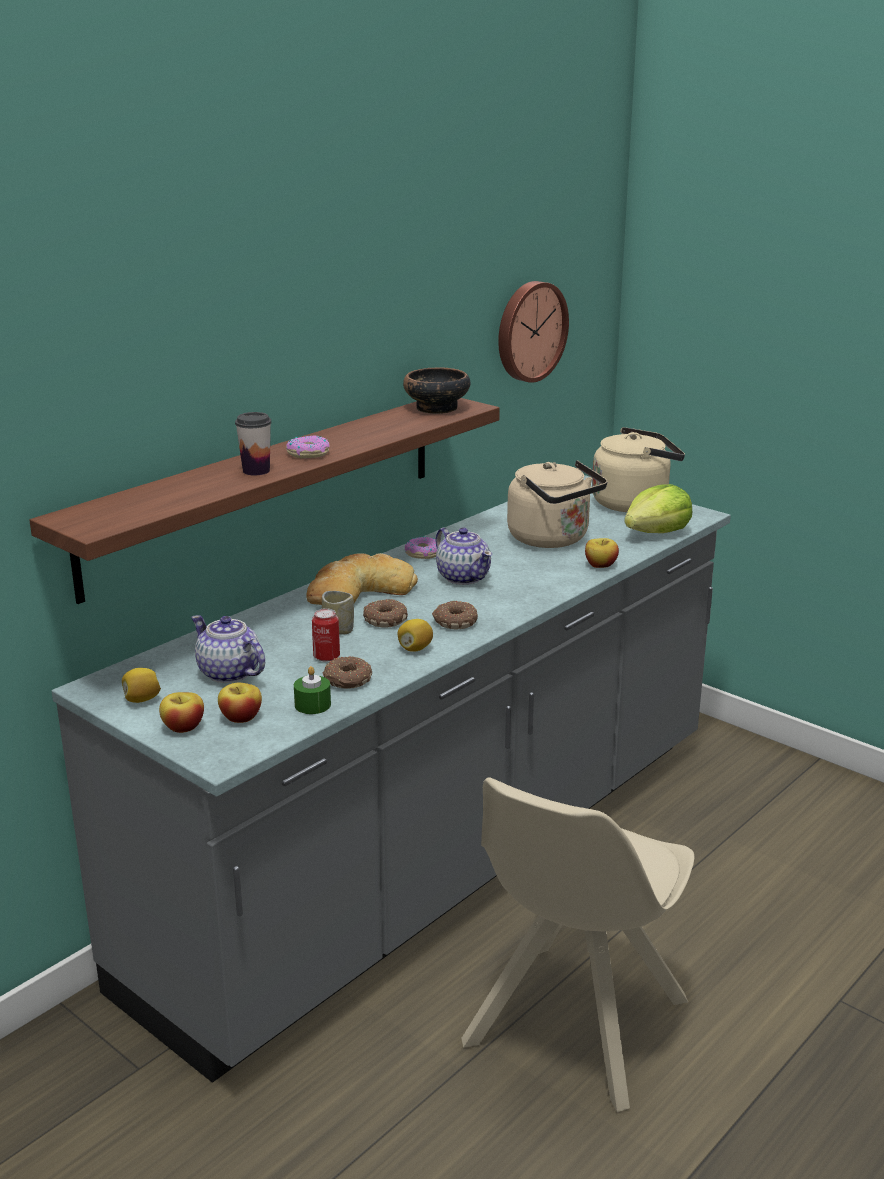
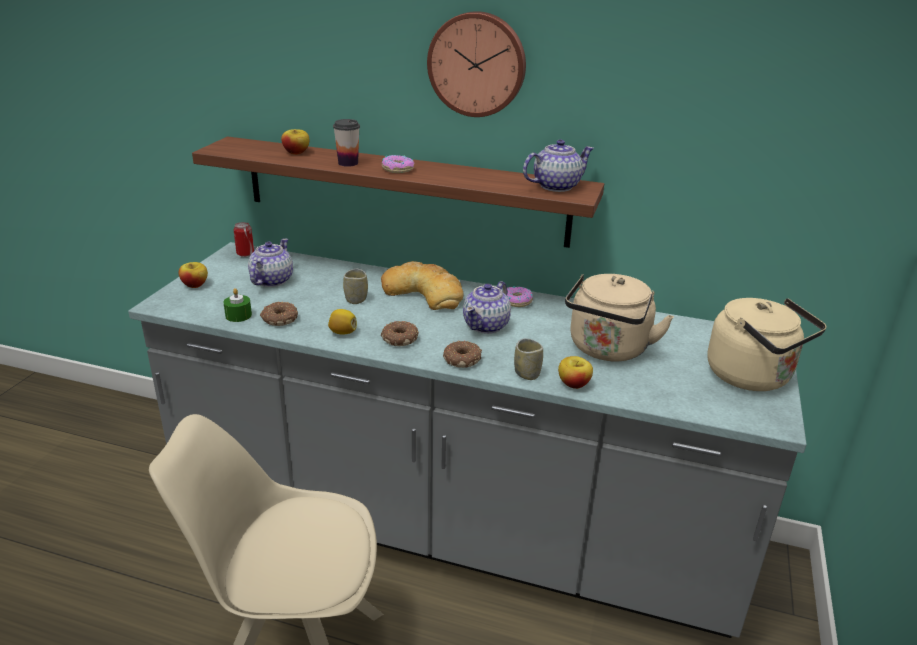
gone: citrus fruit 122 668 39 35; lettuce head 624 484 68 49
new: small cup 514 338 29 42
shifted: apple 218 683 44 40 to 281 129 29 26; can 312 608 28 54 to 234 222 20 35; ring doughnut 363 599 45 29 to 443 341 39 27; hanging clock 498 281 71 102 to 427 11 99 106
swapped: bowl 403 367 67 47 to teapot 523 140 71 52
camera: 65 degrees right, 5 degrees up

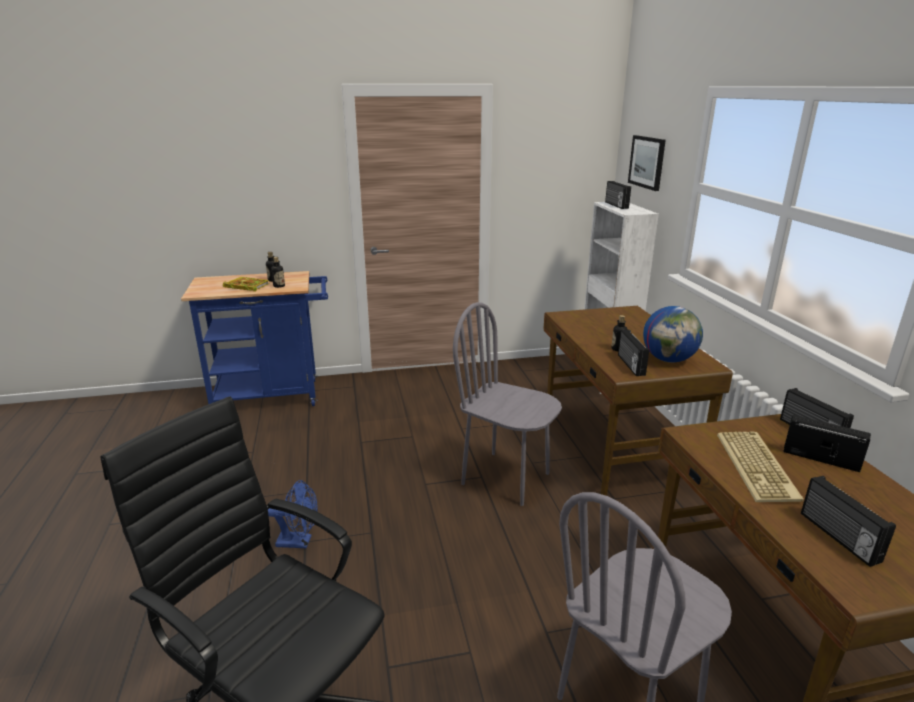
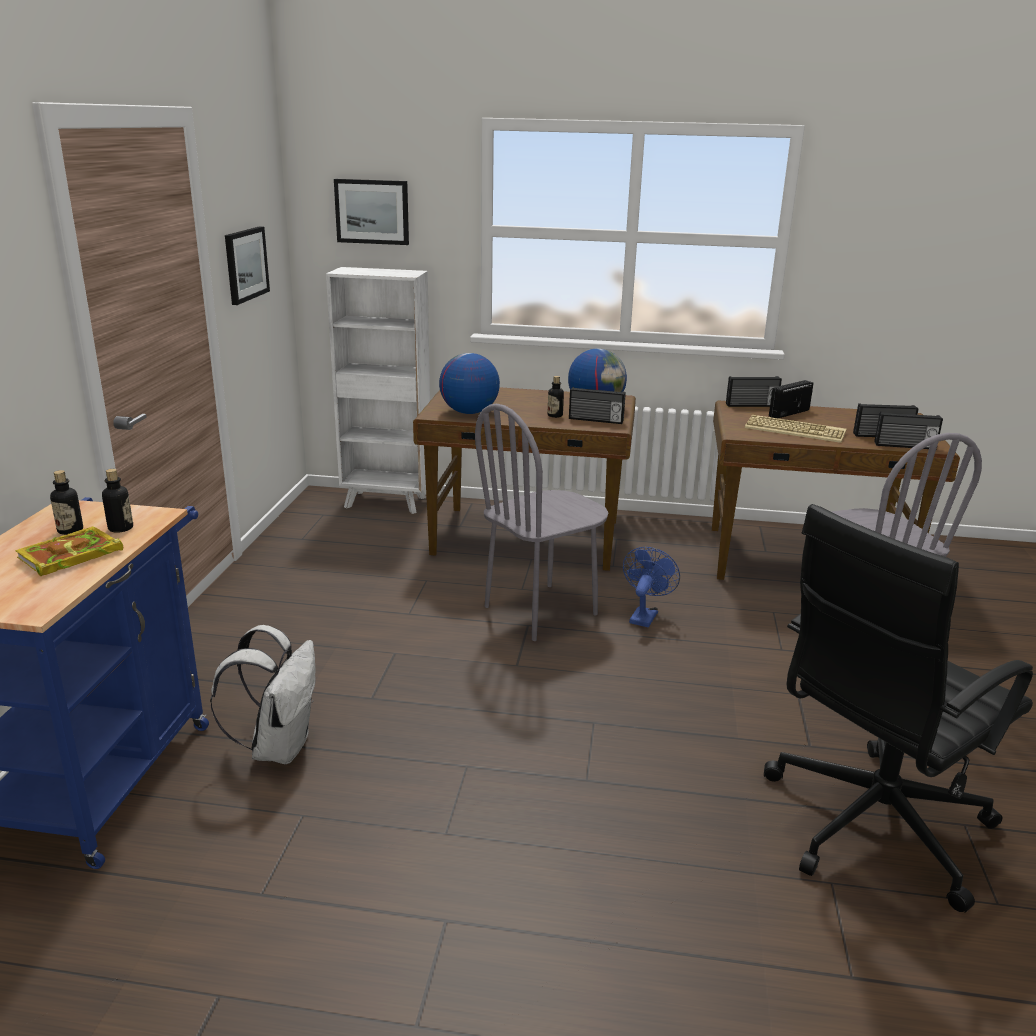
new: white backpack 210 625 105 139; wall art 225 226 45 79; desk globe 439 353 61 61
shifted: blue electric fan 268 480 50 68 to 623 547 57 80; radio receiver 605 181 26 28 to 875 412 68 37
camera: 70 degrees left, 0 degrees up

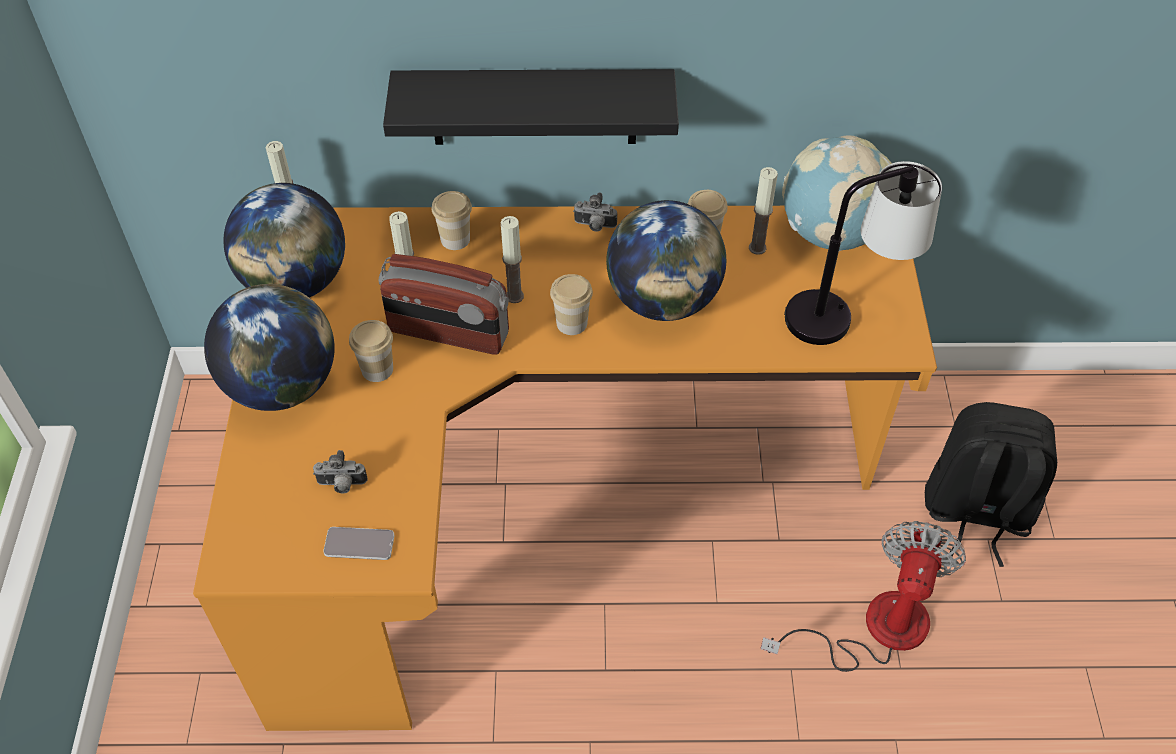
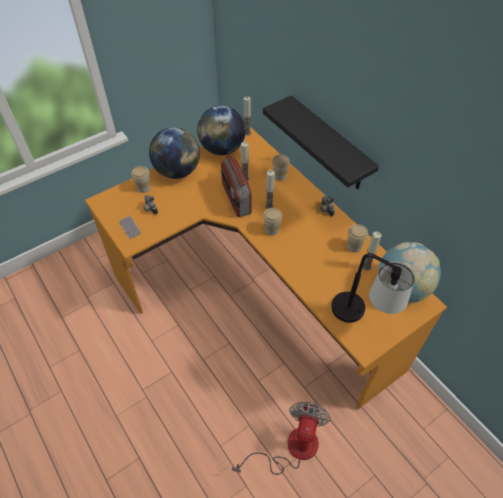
gone: desk globe 606 200 120 121; blackish backpack 925 402 132 165
shifted: small cup 349 320 44 62 to 131 166 19 27
rotated: electric fan 761 521 205 151 = 232 402 99 73 60 degrees counterclockwise
camera: 55 degrees right, 0 degrees up

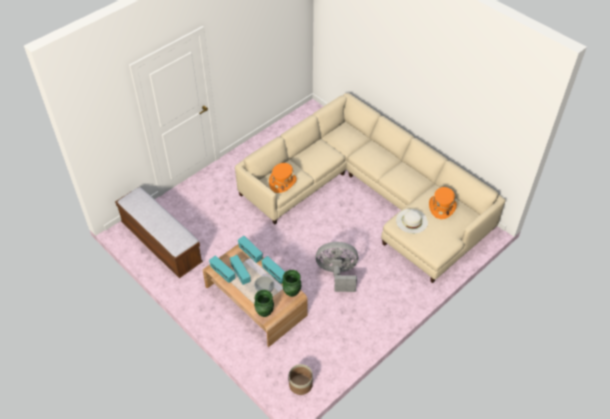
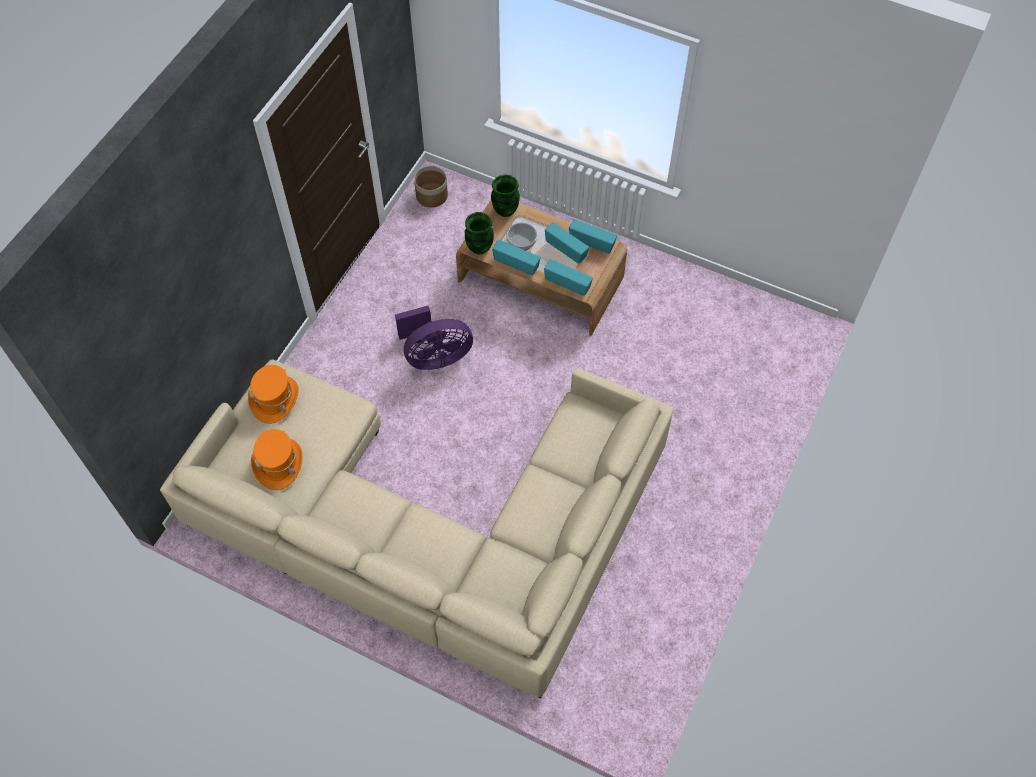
gone: long seat 115 187 88 91; white clothing hat 396 209 32 25
shifted: orange clothing hat 269 163 28 30 to 248 365 51 59
repainted: grey electric fan 316 242 42 50 to purple electric fan 395 306 78 64
camera: 160 degrees right, 10 degrees up

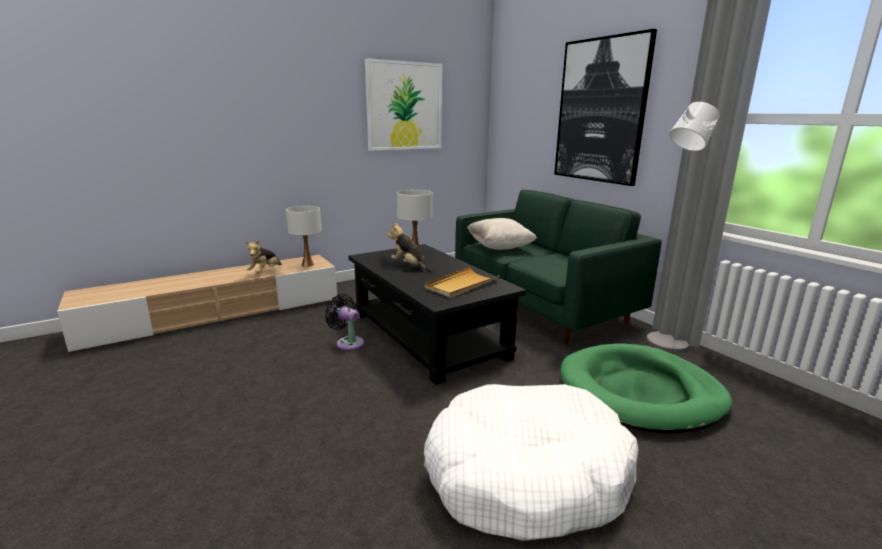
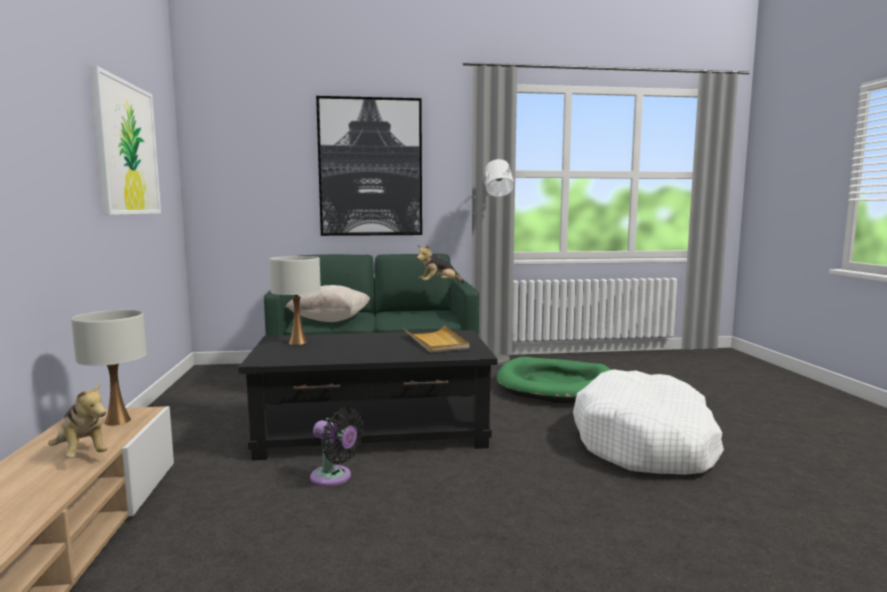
shifted: soft toy 387 223 46 49 to 417 245 48 38
rotated: blackish electric fan 325 294 39 56 = 310 407 54 80 120 degrees counterclockwise
camera: 65 degrees left, 10 degrees down

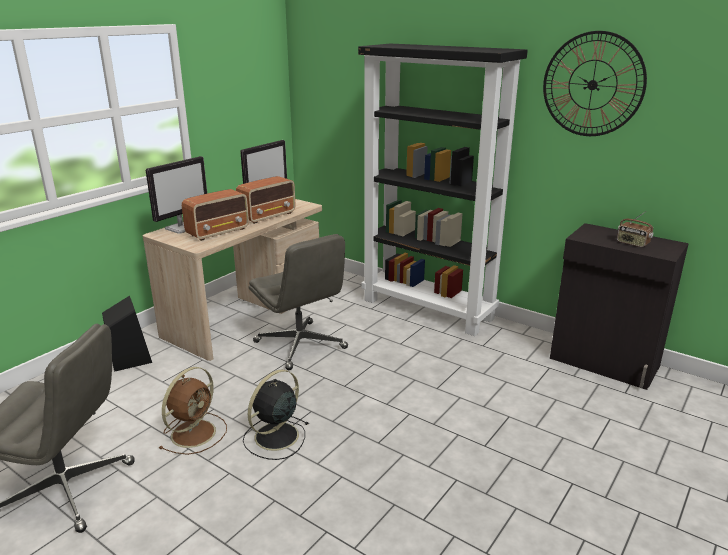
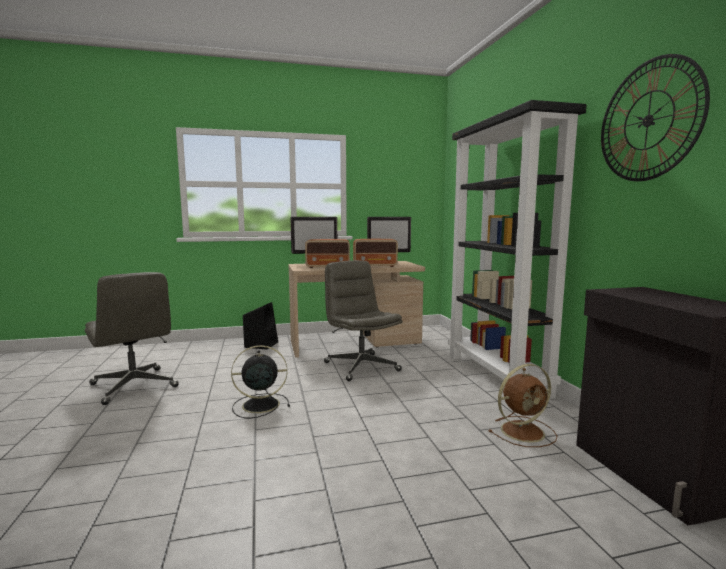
gone: radio receiver 617 211 36 36
shifted: brownish electric fan 158 367 69 88 to 489 364 68 83
rotated: grey desk chair 249 234 99 136 = 324 260 79 121 150 degrees clockwise
camera: 40 degrees right, 15 degrees down

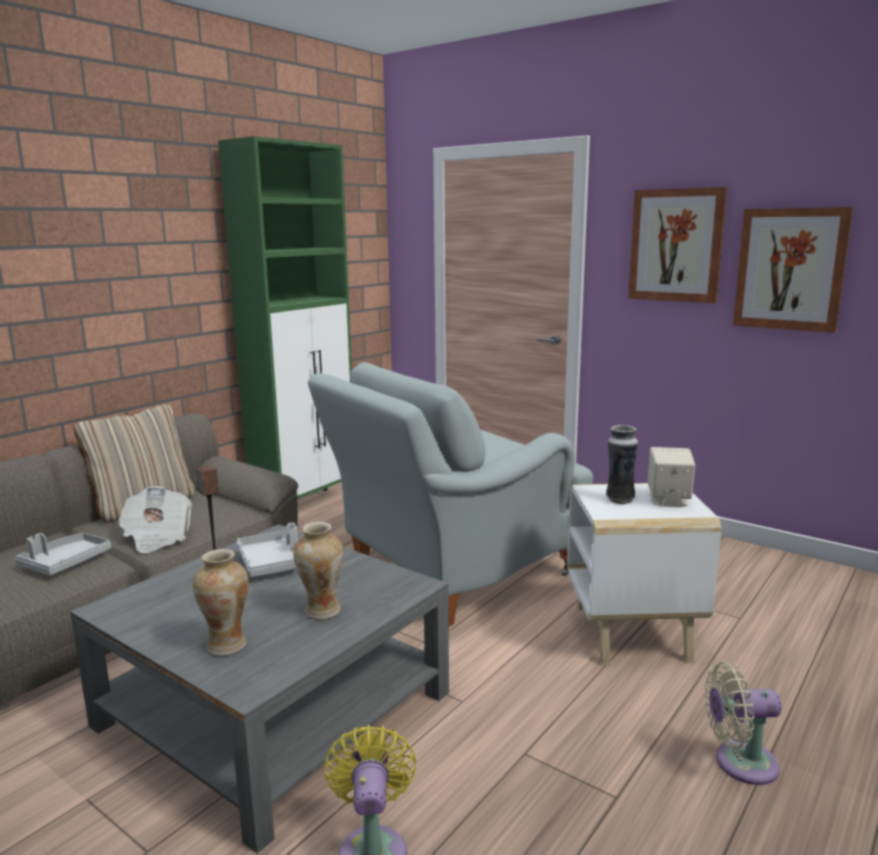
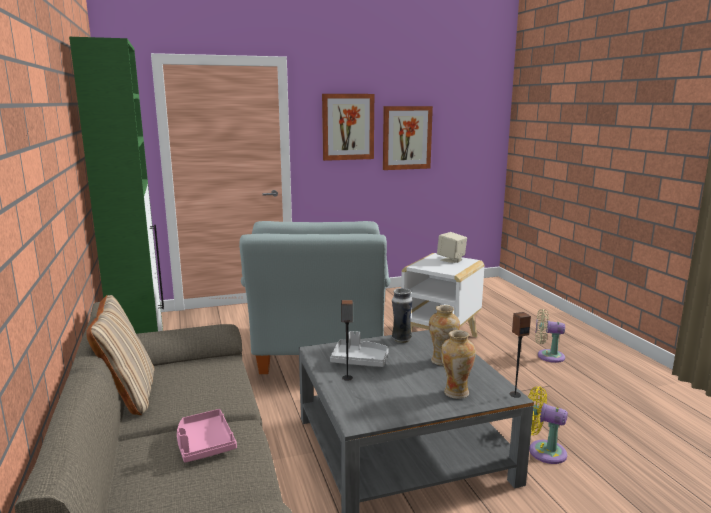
gone: newspaper 118 486 74 67
new: speaker 510 312 21 86
shifted: decorative vase 606 425 32 79 to 392 288 20 55
repainted: grey serving tray 15 533 96 42 to pink-coloured serving tray 177 409 60 54
rotated: beige electric fan 704 662 78 123 = 535 309 30 54 75 degrees clockwise
camera: 55 degrees left, 0 degrees up

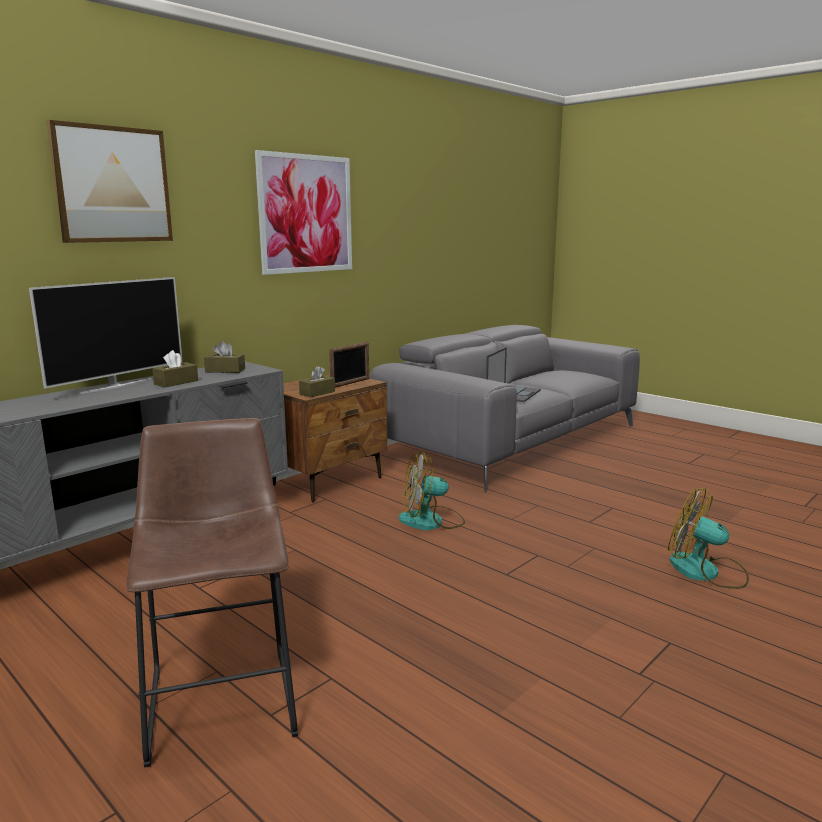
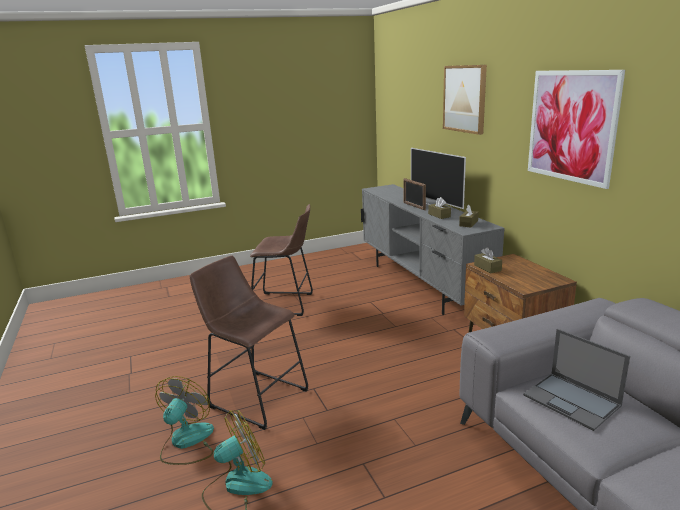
new: brownish stool seat 189 256 119 174
shifted: photo frame 329 342 40 46 to 403 178 23 32; electric fan 399 451 66 79 to 155 376 59 89
camera: 115 degrees right, 5 degrees up

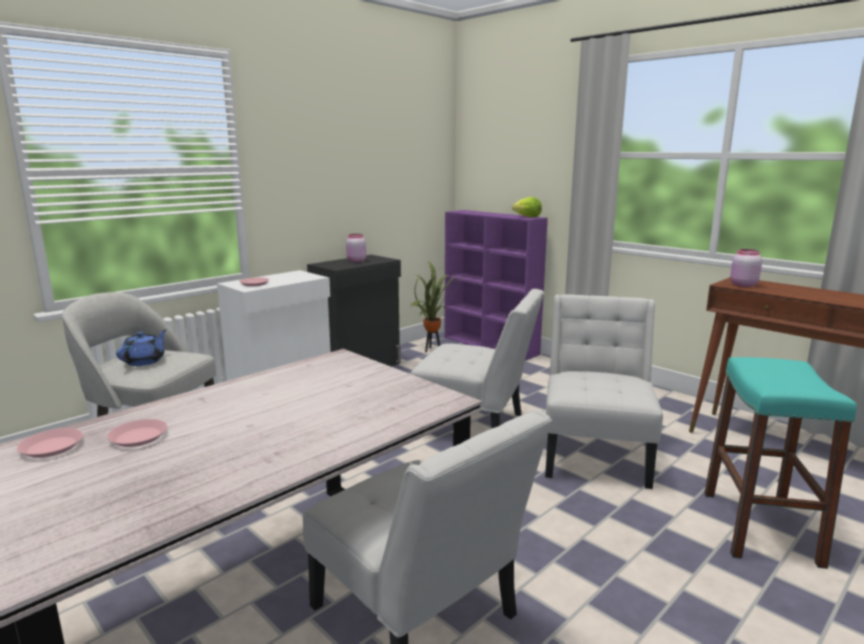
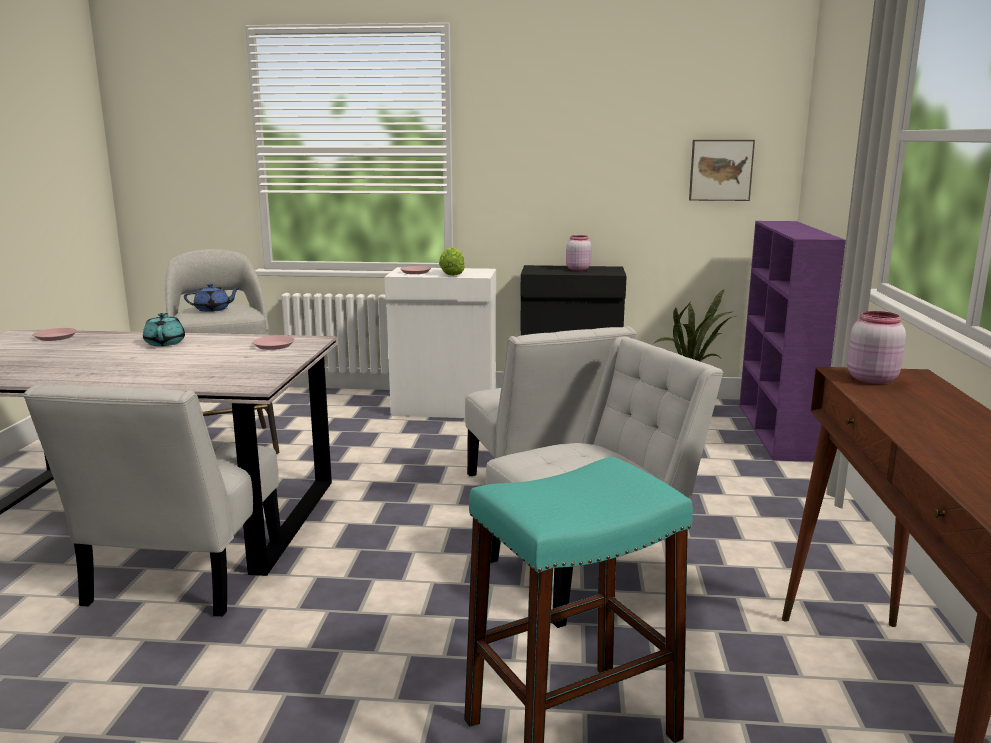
new: turquoise-coloured teapot 143 313 42 33; wall art 689 140 66 61
shifted: pink-coloured flat dish 107 419 60 28 to 252 336 43 14; lettuce head 512 197 30 20 to 439 247 26 29
camera: 50 degrees right, 0 degrees up

